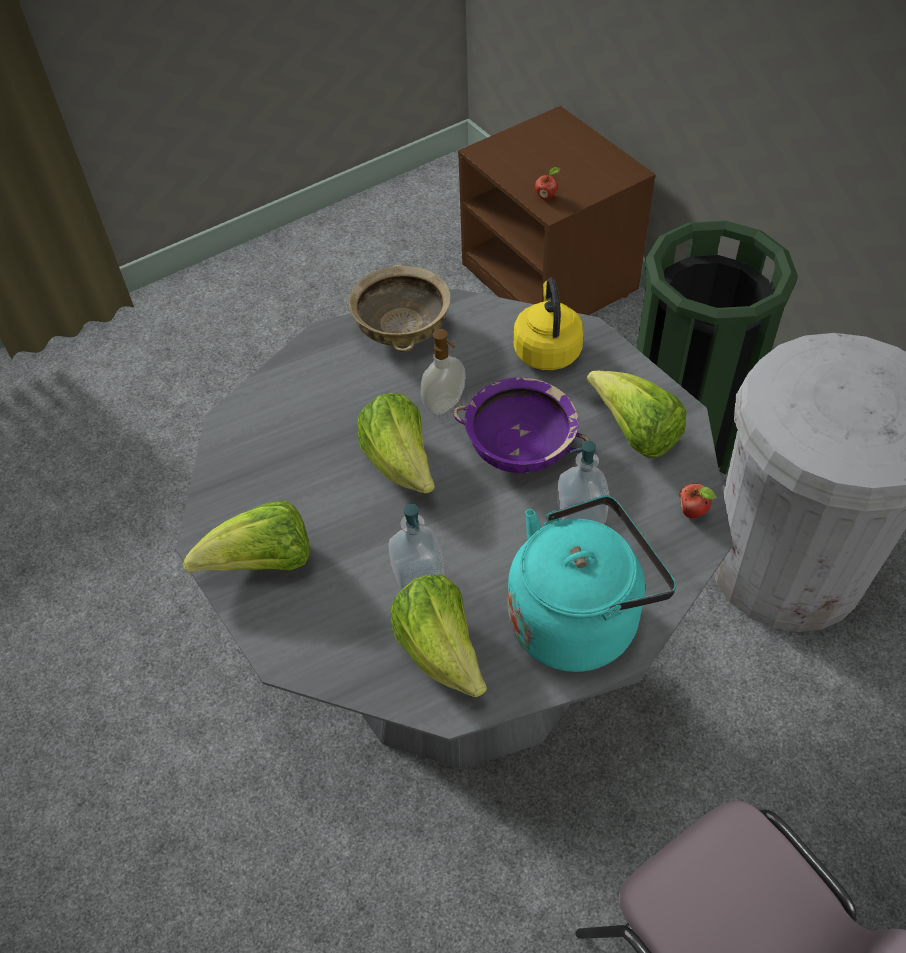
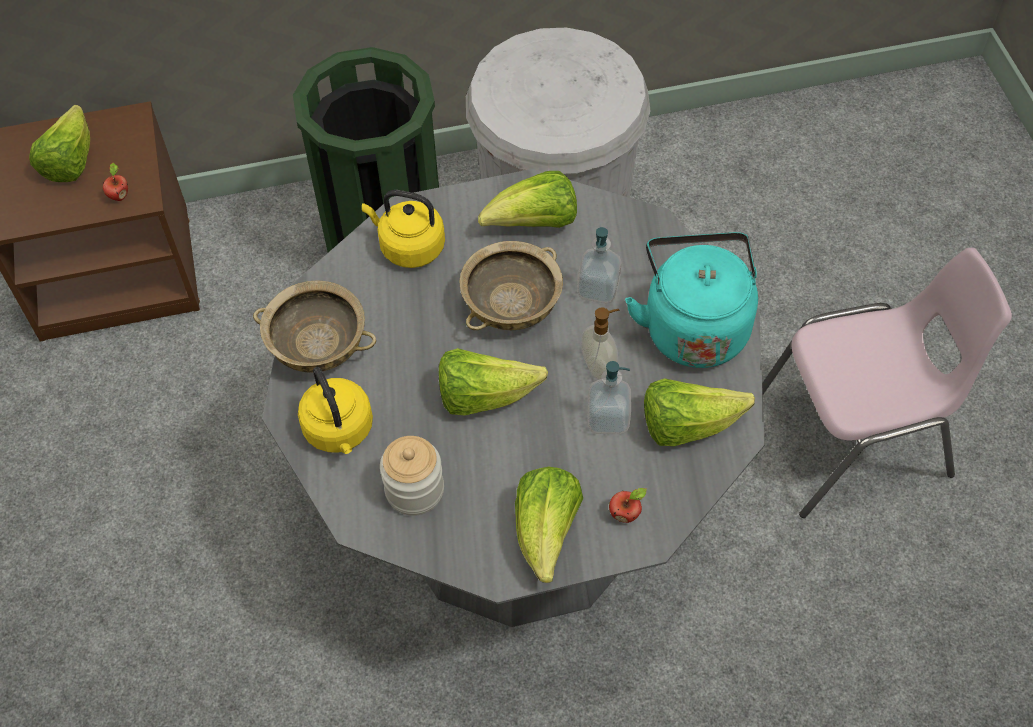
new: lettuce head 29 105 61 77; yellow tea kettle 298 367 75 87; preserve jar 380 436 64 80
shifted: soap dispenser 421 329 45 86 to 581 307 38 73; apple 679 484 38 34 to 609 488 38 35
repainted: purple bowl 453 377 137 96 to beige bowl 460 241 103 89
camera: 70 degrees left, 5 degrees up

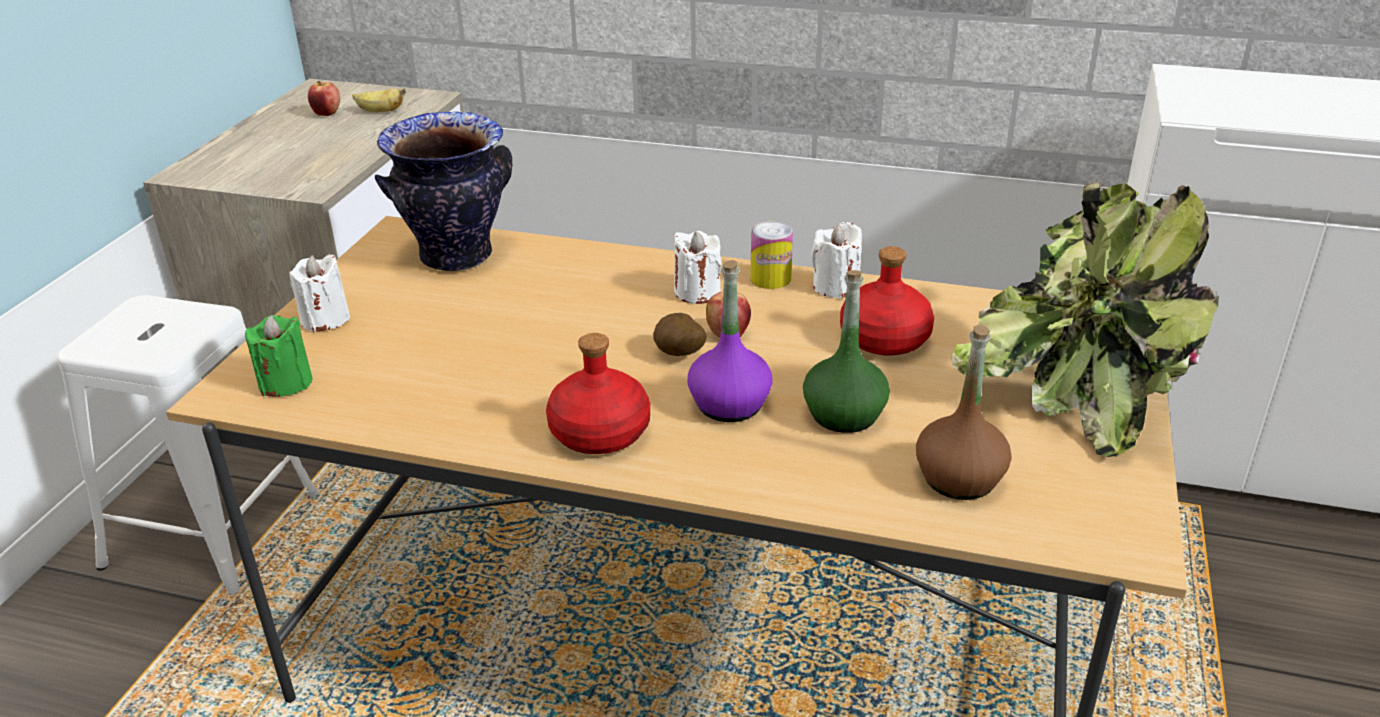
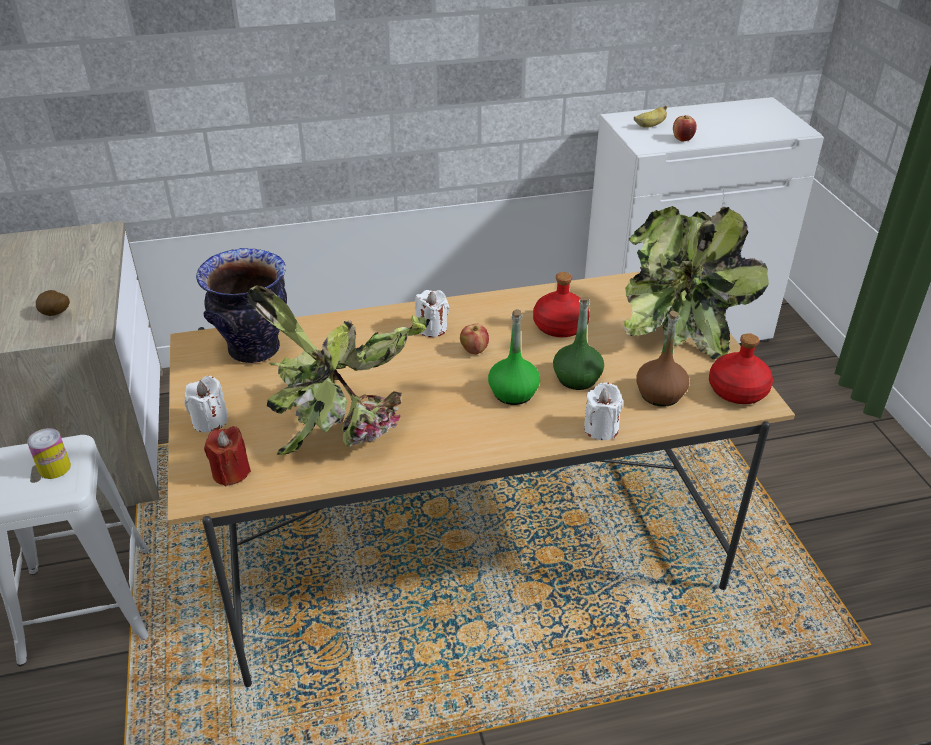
new: potted plant 247 285 183 170
shifted: apple 308 81 32 35 to 673 115 24 27; banana fruit 352 88 54 25 to 634 106 33 22; reddish beverage bottle 546 333 104 121 to 709 333 64 71; whole potato 653 313 54 43 to 36 290 34 26; can 750 221 43 68 to 27 428 44 51; white wax light 811 222 51 77 to 584 382 39 58
repainted: greenish wax light 245 315 68 82 to reddish wax light 204 426 47 60; purple beverage bottle 688 260 85 162 to greenish beverage bottle 488 309 52 96
camera: 30 degrees left, 5 degrees up

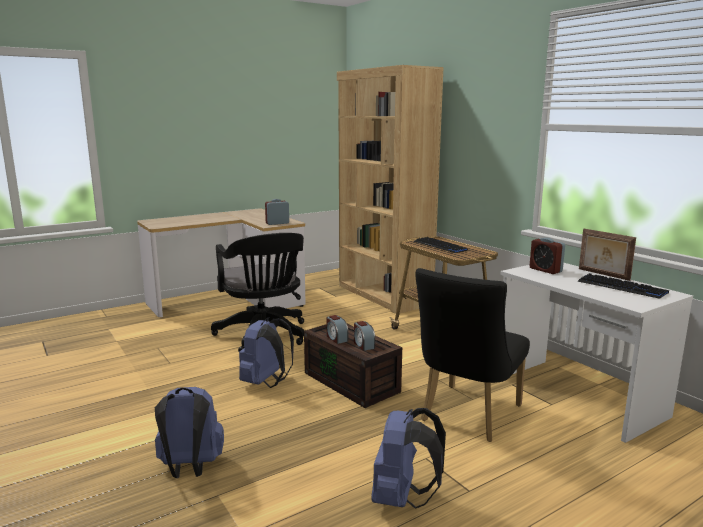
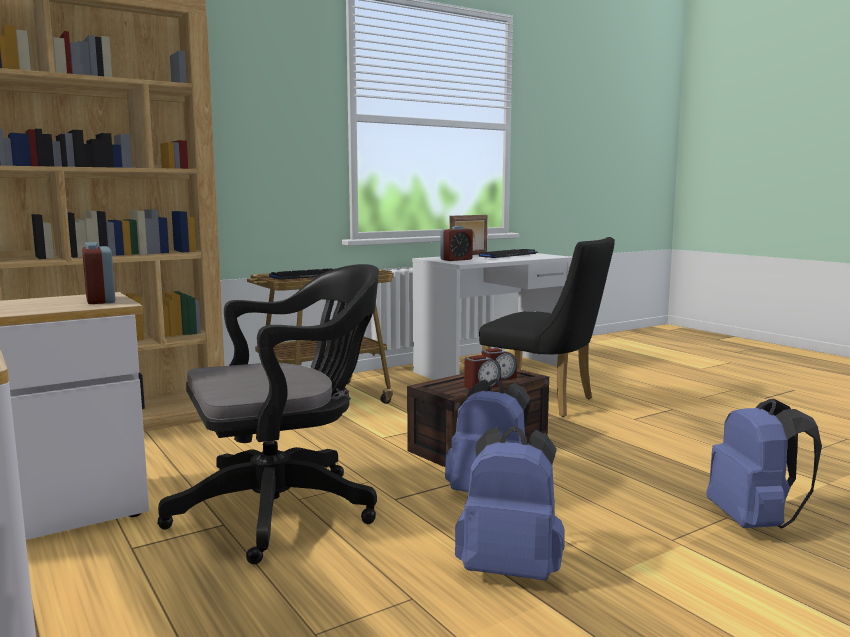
shifted: blue backpack 371 408 75 101 to 455 426 109 154
camera: 90 degrees left, 5 degrees down

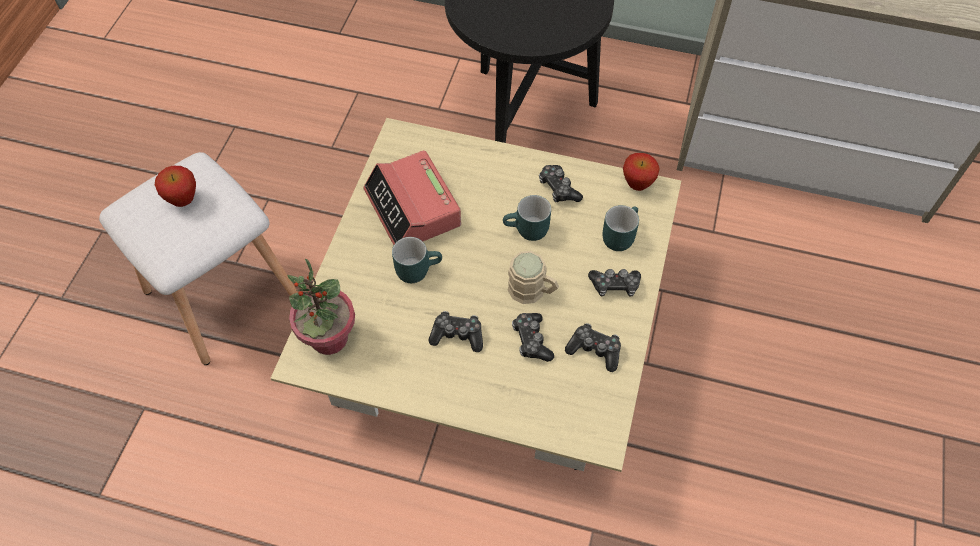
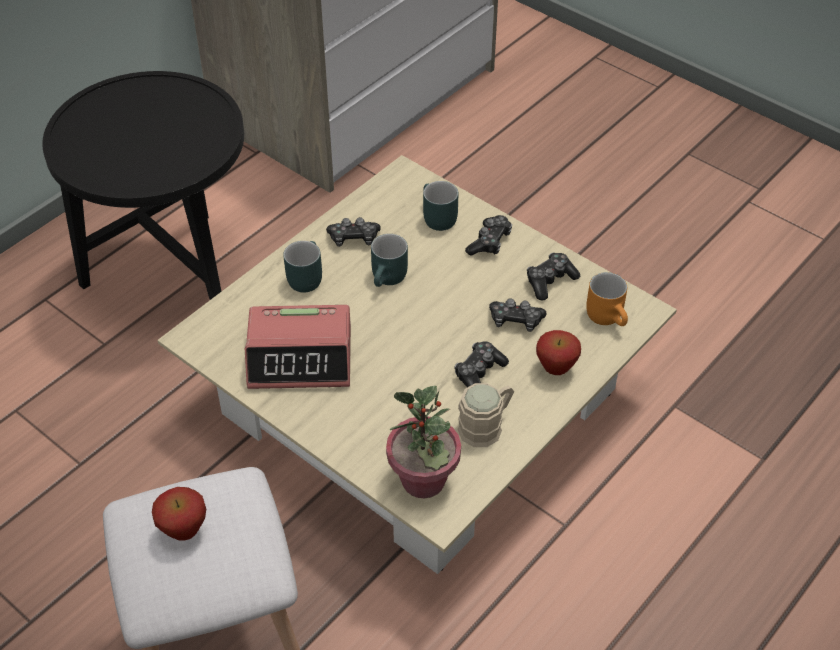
new: orange mug 586 272 42 54
shifted: turquoise-coloured mug 392 237 50 46 to 283 241 39 52; beige mug 508 251 51 53 to 458 383 56 64; apple 623 153 36 38 to 536 330 45 45
camera: 65 degrees left, 10 degrees down

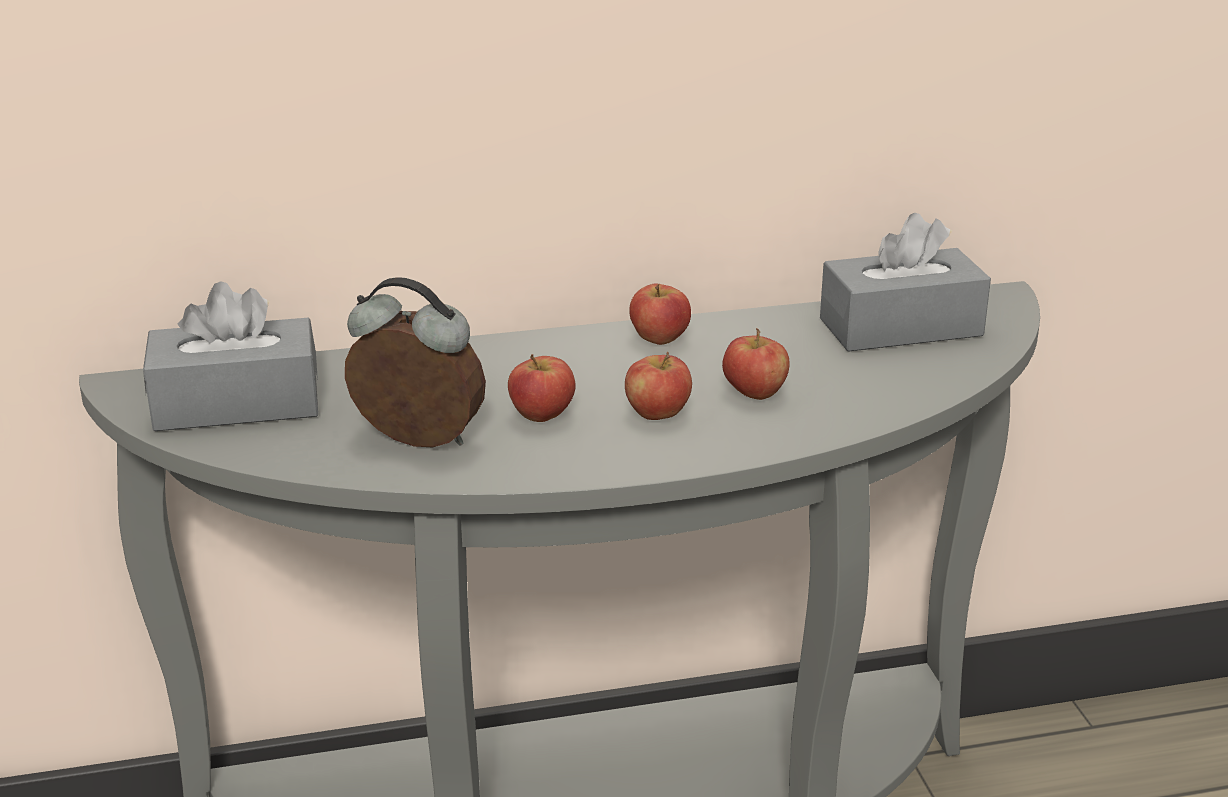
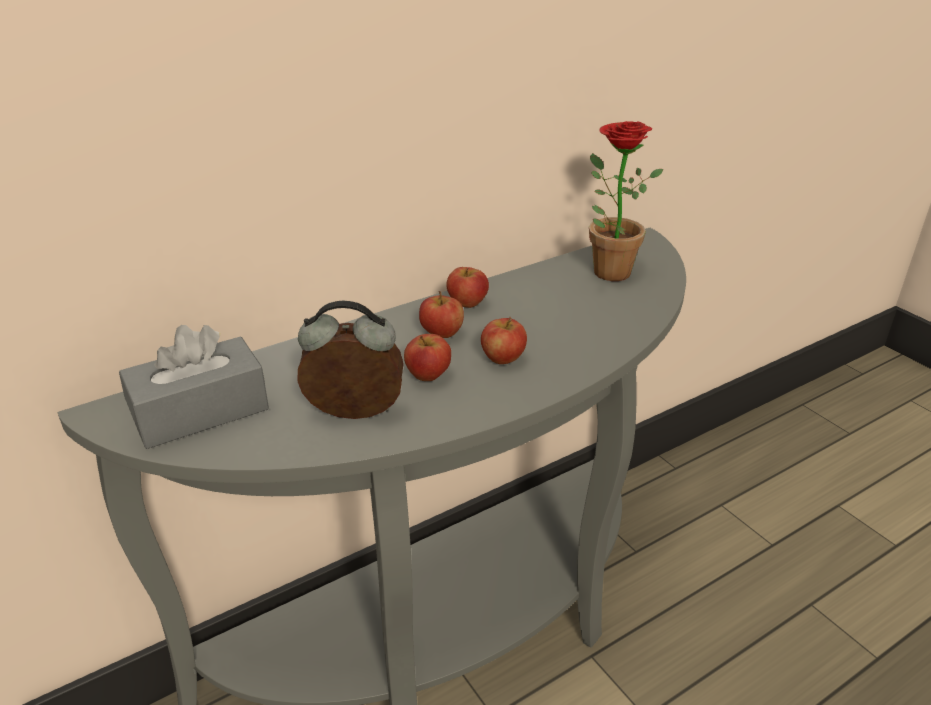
shifted: apple 722 328 68 72 to 419 291 45 47
swapped: grey tissue holder 820 213 171 139 to potted plant 589 121 75 160
camera: 20 degrees left, 5 degrees up

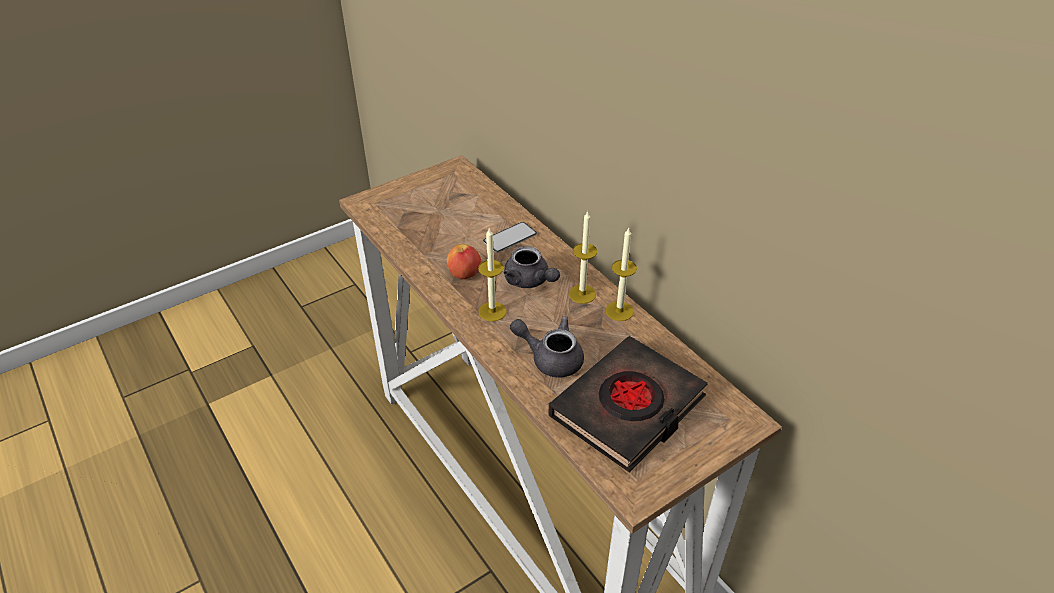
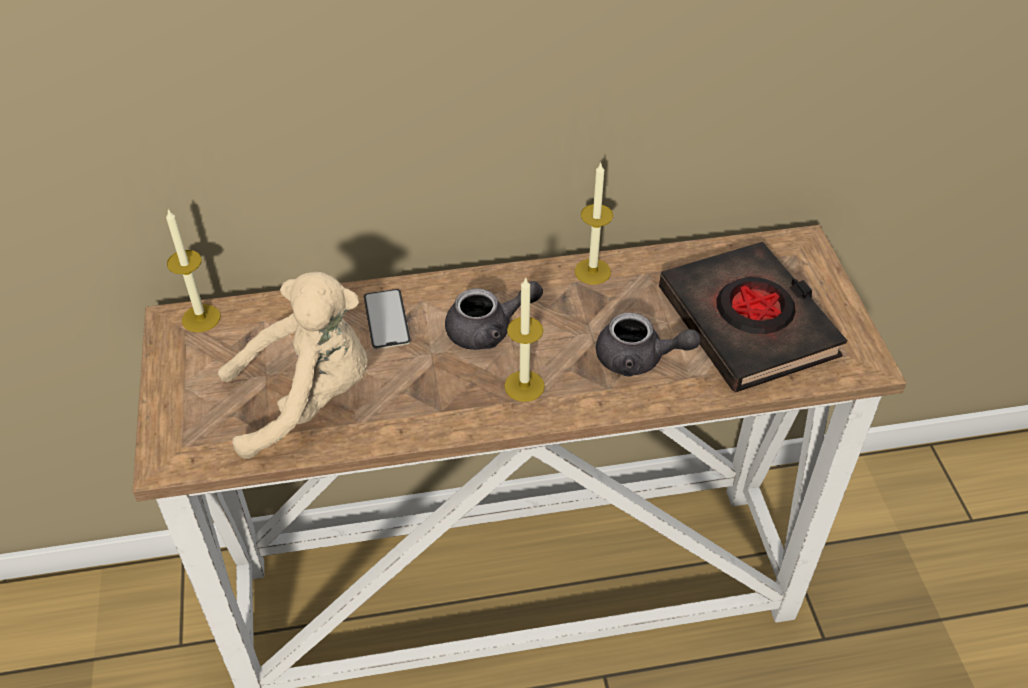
gone: apple 447 244 34 35
new: beige soft toy 218 272 150 187
shifted: wax light 569 210 28 94 to 166 209 55 123
rotated: grey teapot 510 316 74 62 = 596 312 105 65 120 degrees counterclockwise
camera: 65 degrees left, 5 degrees up

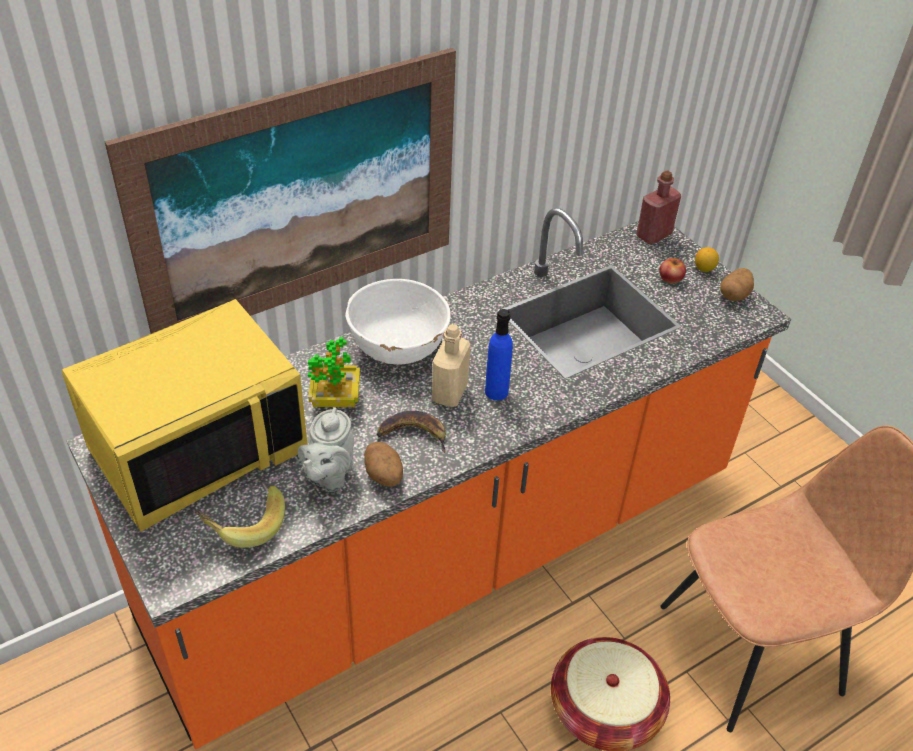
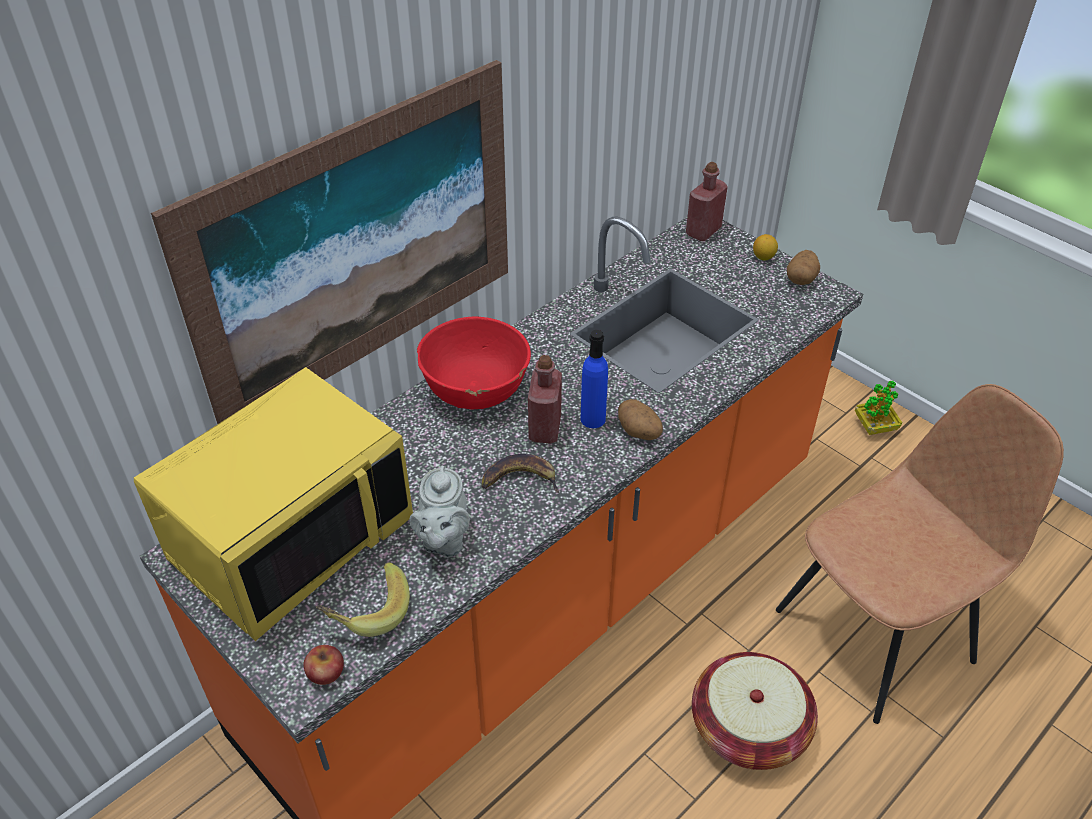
shifted: potted plant 308 337 52 70 to 855 381 47 54; whole potato 364 442 39 45 to 618 399 45 41; apple 659 258 27 25 to 303 645 41 40
repainted: white bowl 345 279 106 86 to reddish bowl 417 317 114 93; beige beverage bottle 432 324 39 83 to reddish beverage bottle 528 355 34 88
camera: 10 degrees left, 0 degrees up

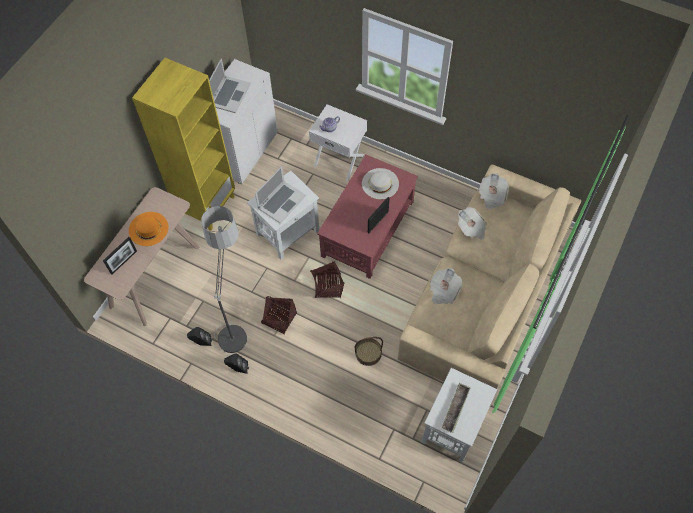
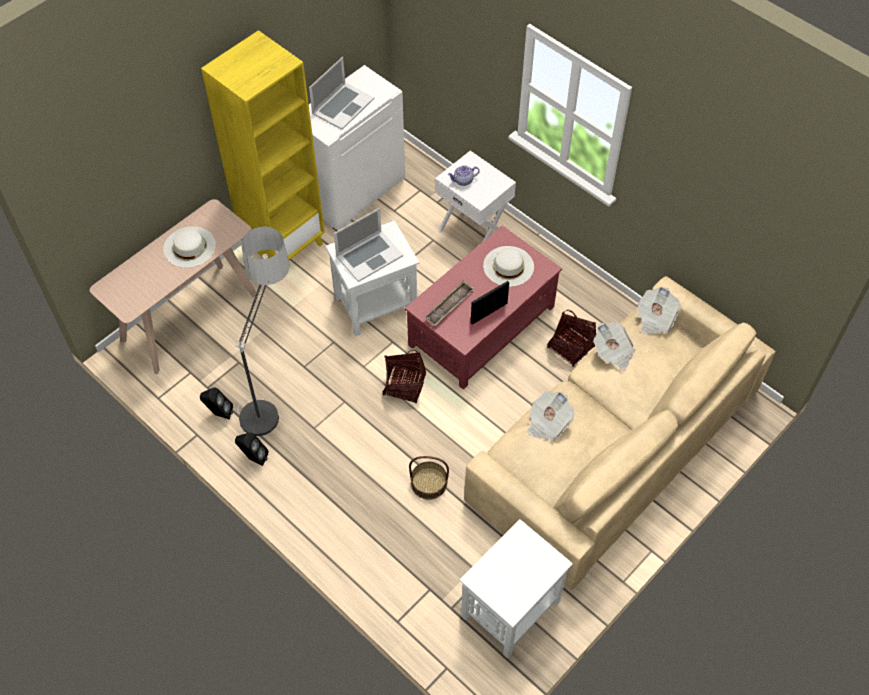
gone: photo frame 103 237 34 38
shifted: storage basket 261 296 36 39 to 547 310 49 57; serving tray 442 383 29 50 to 425 281 49 45
repainted: orange clothing hat 129 212 40 34 to white clothing hat 163 226 53 42
camera: 15 degrees right, 5 degrees down

